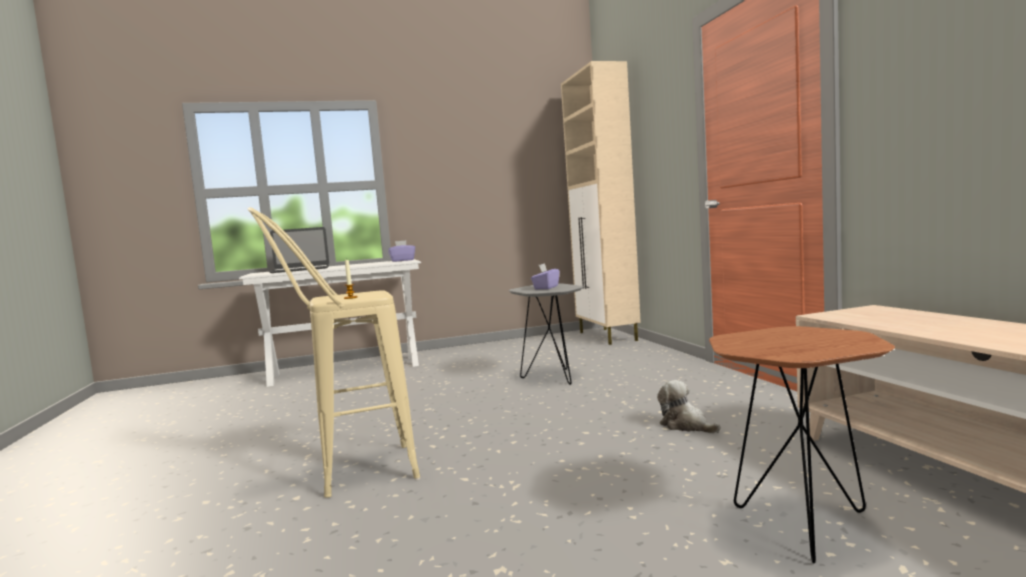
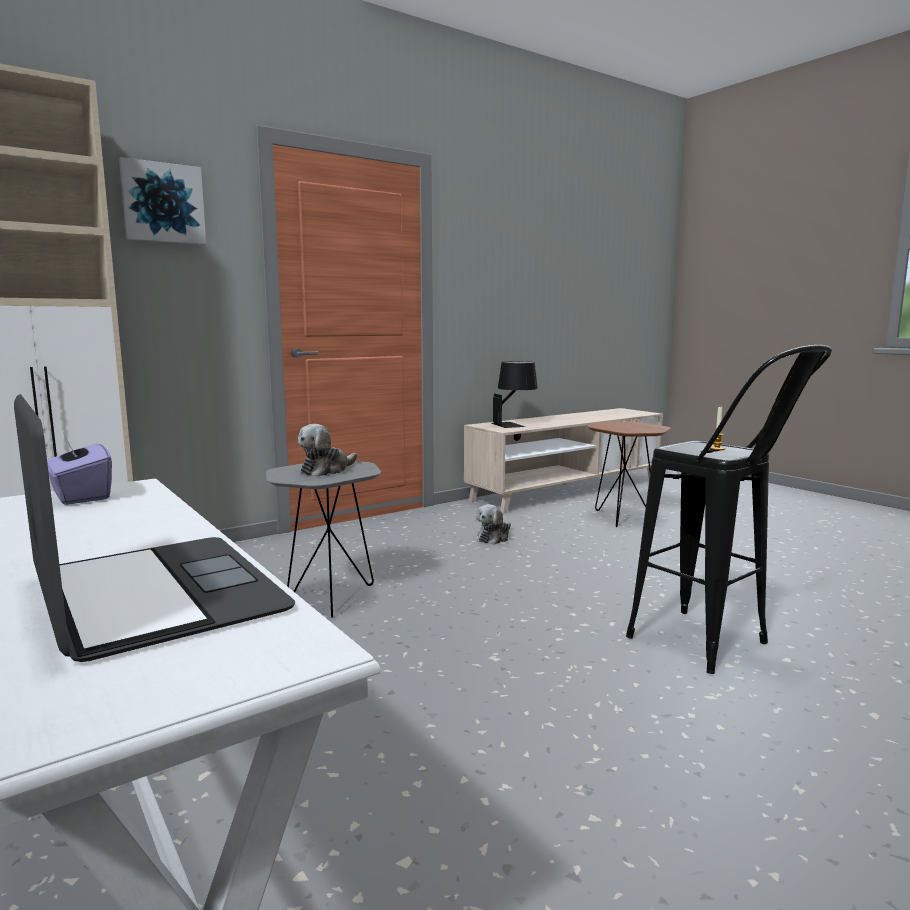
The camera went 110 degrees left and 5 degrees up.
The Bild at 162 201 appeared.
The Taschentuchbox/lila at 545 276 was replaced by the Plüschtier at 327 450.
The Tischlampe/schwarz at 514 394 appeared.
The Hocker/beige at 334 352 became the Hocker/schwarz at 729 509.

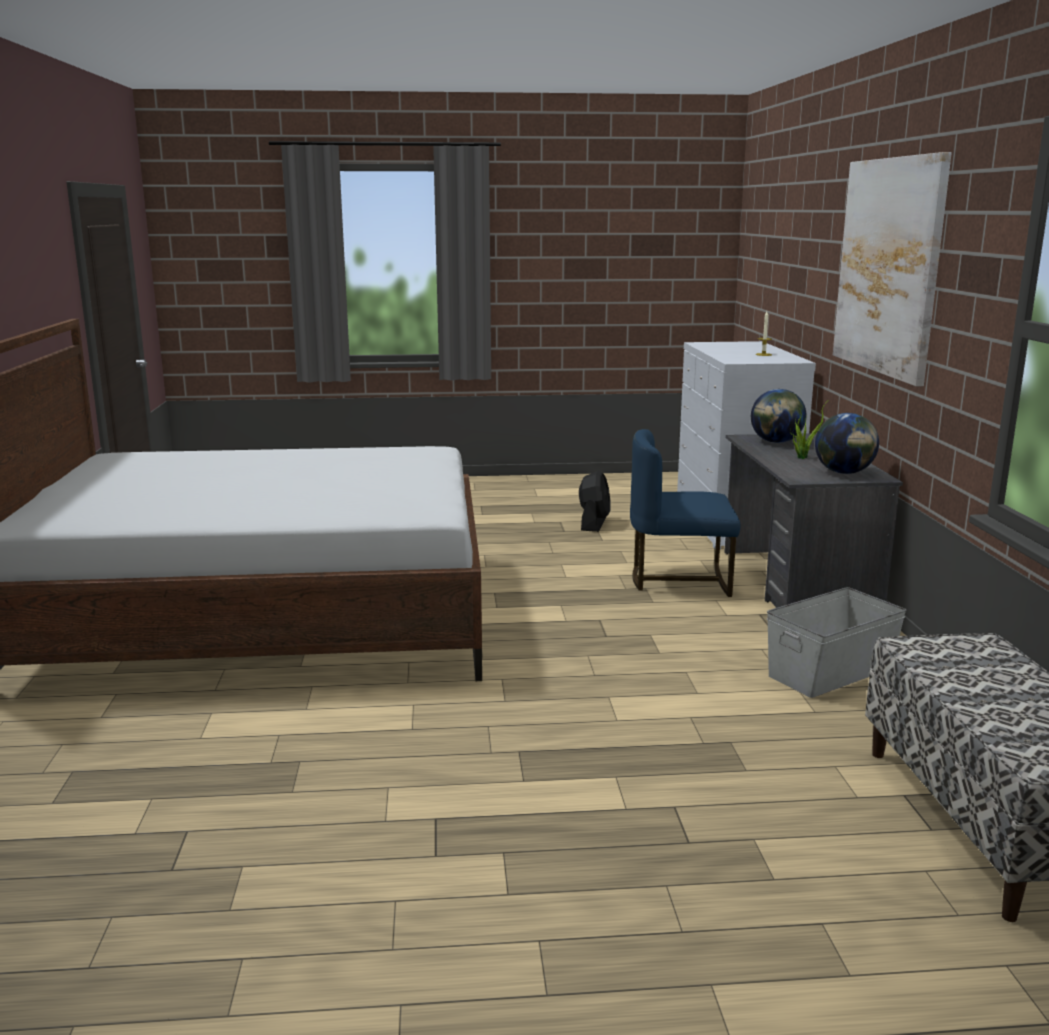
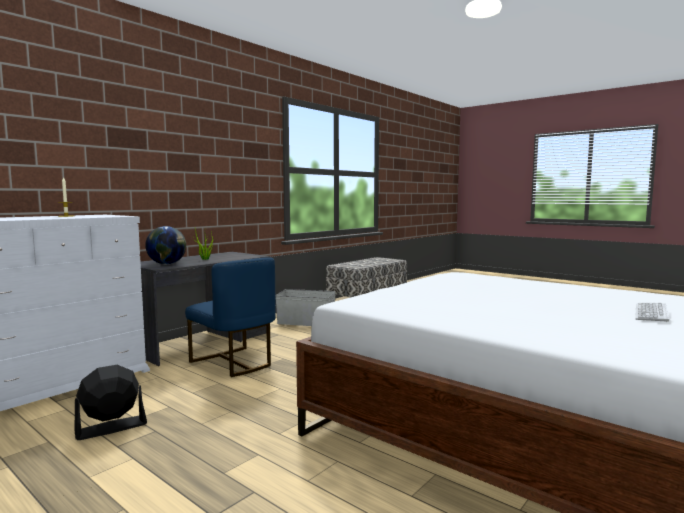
The camera went 135 degrees left and 10 degrees down.
The Tastatur at 652 312 appeared.
The Globus at 847 443 disappeared.
The Bild at 892 269 disappeared.

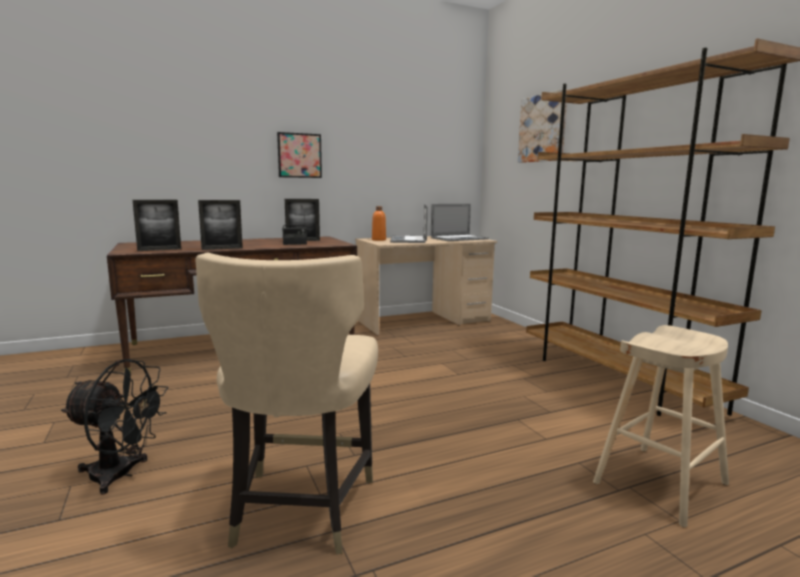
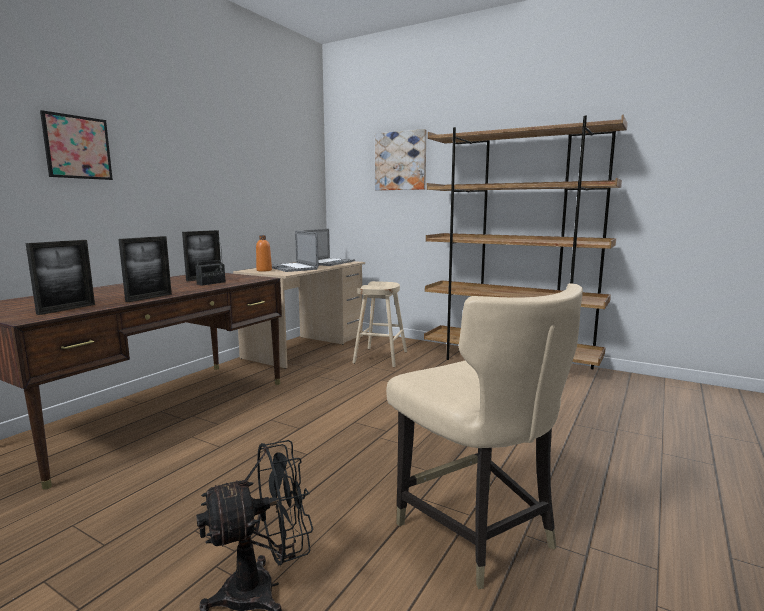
The camera went 35 degrees left and 0 degrees up.
The Bild moved from 299 155 to 76 145.
The Hocker/beige moved from 661 426 to 379 324.

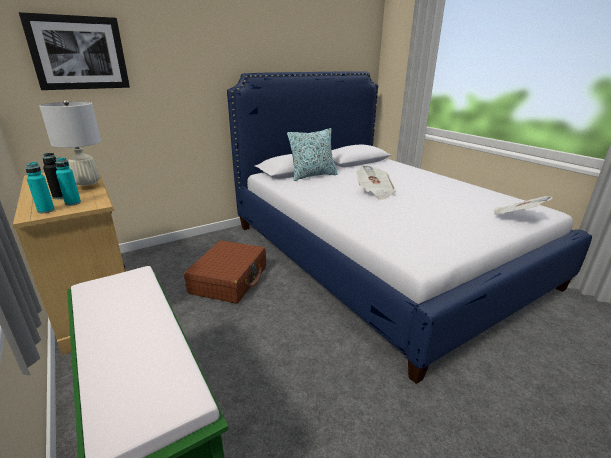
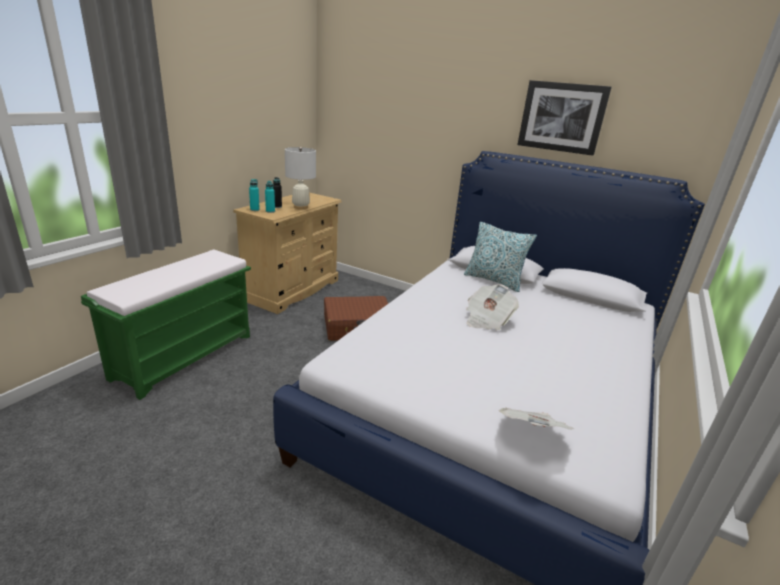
The camera went 60 degrees right and 0 degrees up.
The Bild moved from 74 51 to 564 118.

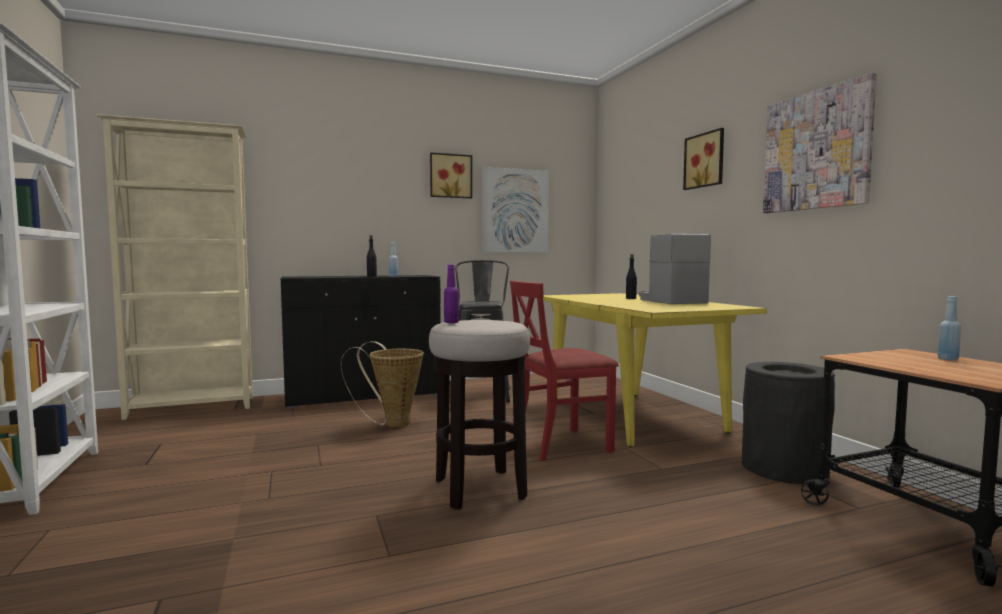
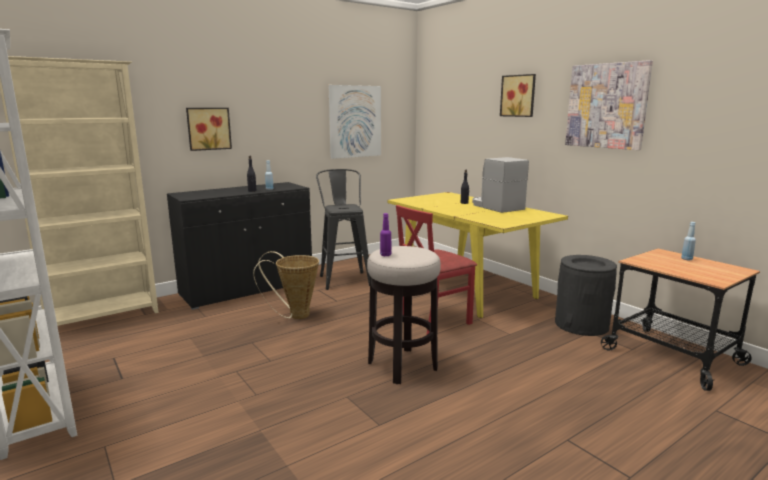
The camera went 15 degrees left and 10 degrees up.
The Bild moved from 451 175 to 209 129.

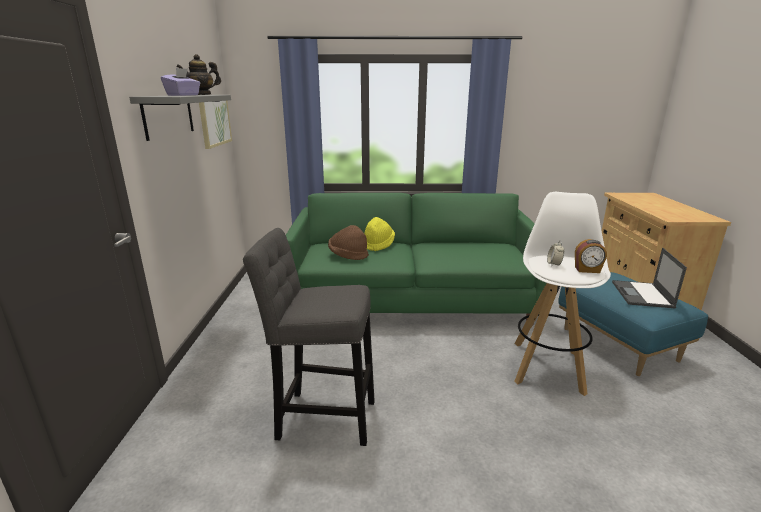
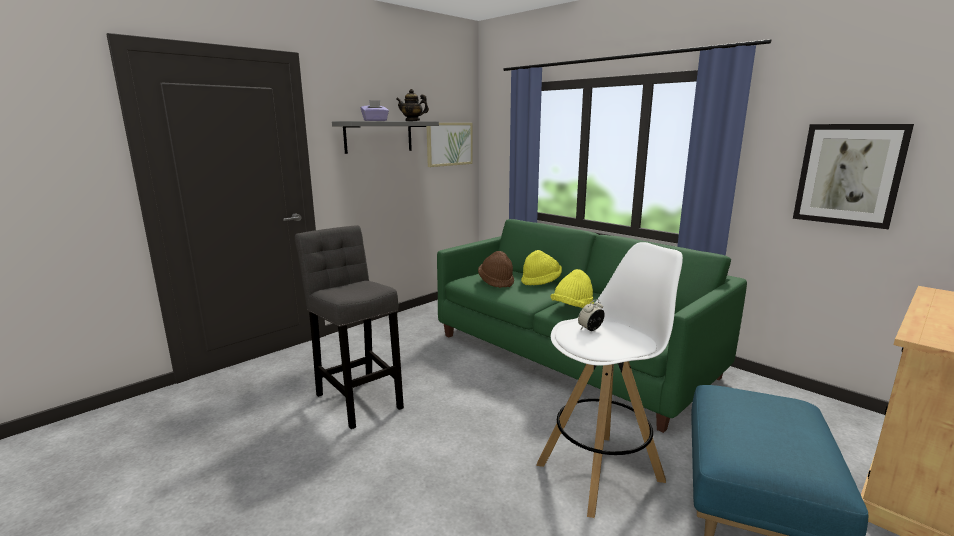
The camera went 45 degrees right and 5 degrees down.
The Hut/gelb at 572 288 appeared.
The Bild at 853 176 appeared.
The Wecker at 591 256 disappeared.
The Laptop at 649 278 disappeared.

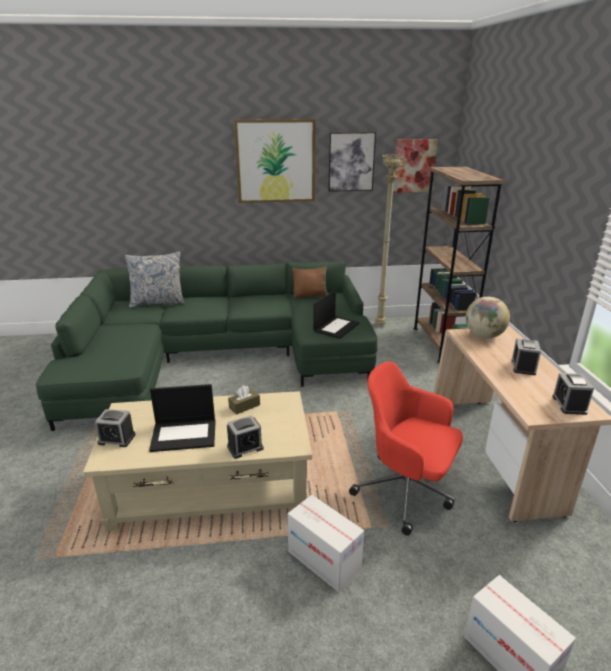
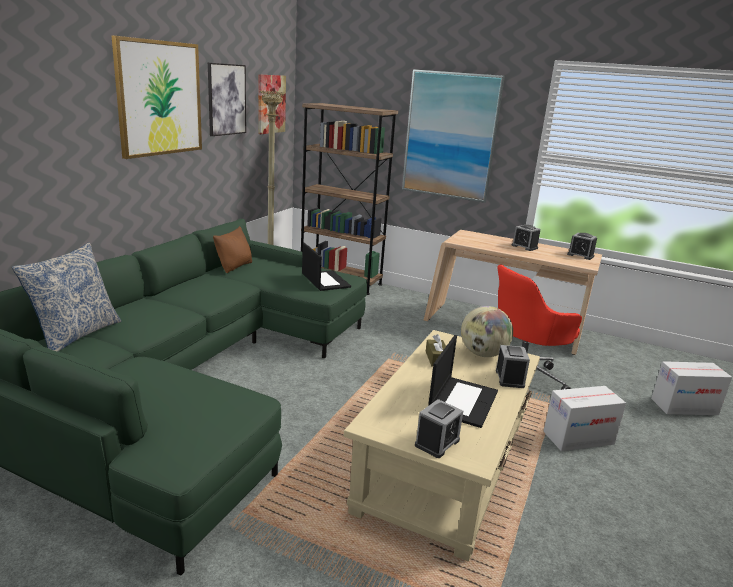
The camera went 60 degrees left and 5 degrees down.
The Bild at 453 136 appeared.
The Globus moved from 487 317 to 487 331.

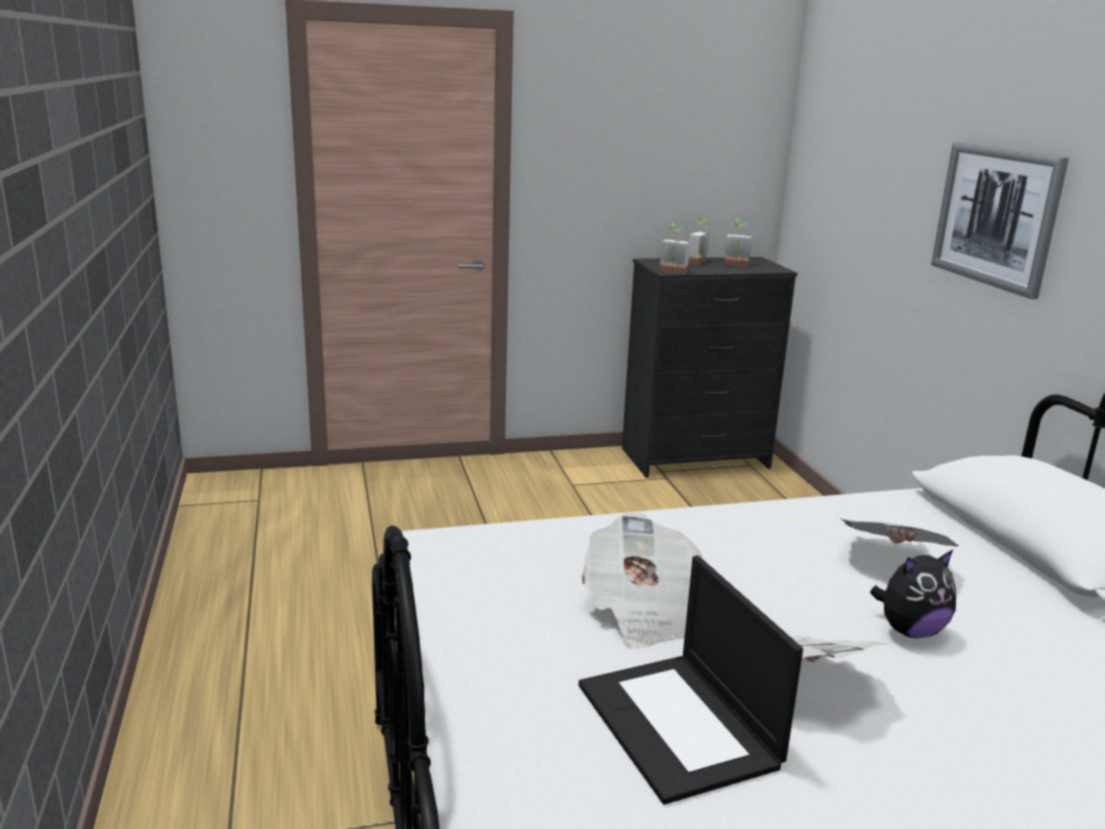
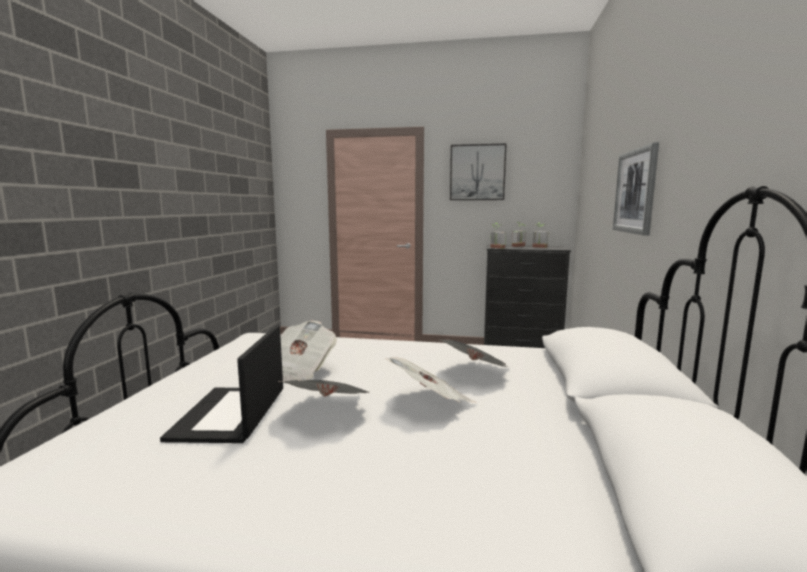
The camera went 25 degrees right and 10 degrees down.
The Plüschtier at 913 594 was replaced by the Zeitung at 431 380.
The Bild at 478 171 appeared.

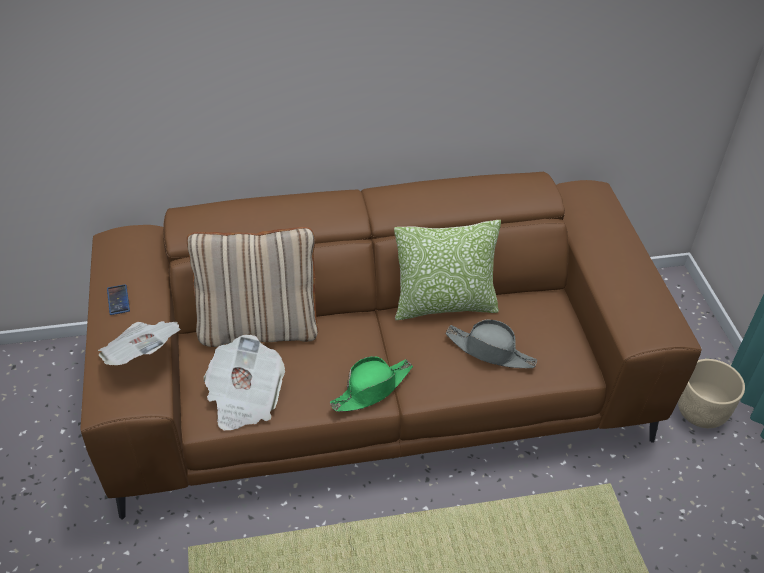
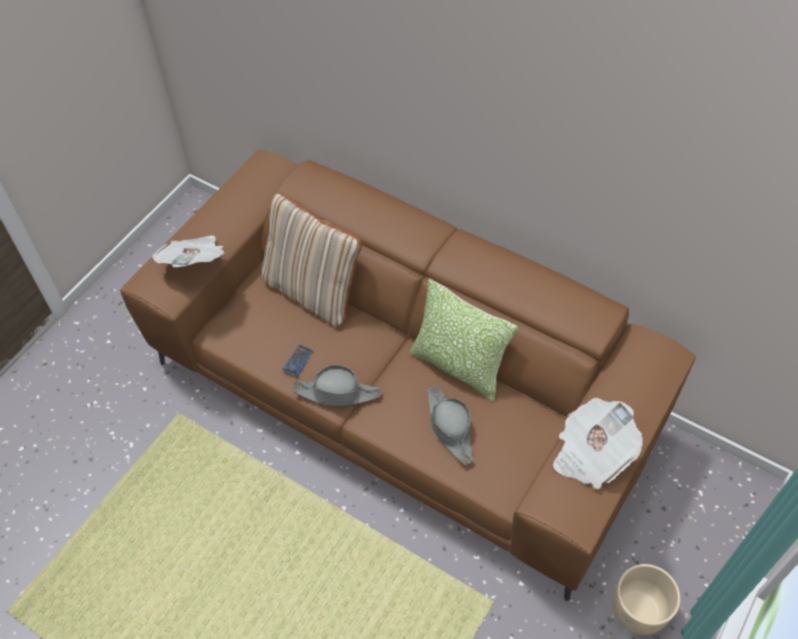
The camera went 45 degrees right and 10 degrees up.
The Handy moved from 118 299 to 297 360.
The Hut/grün at 371 384 became the Hut/grau at 337 385.
The Zeitung moved from 244 383 to 598 443.

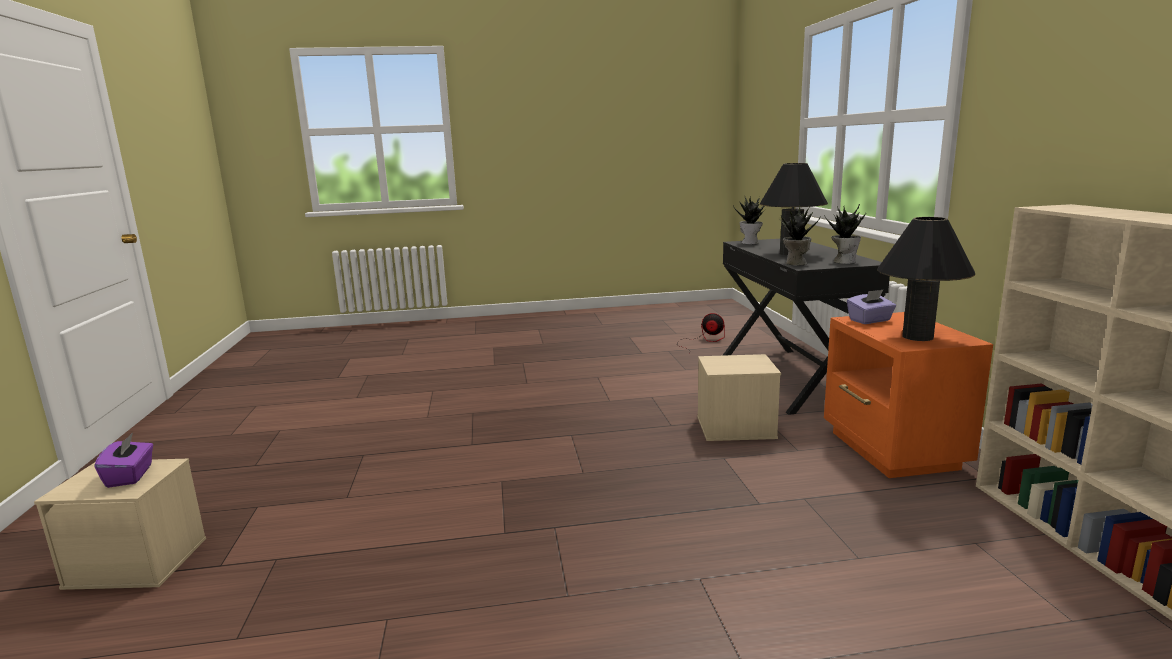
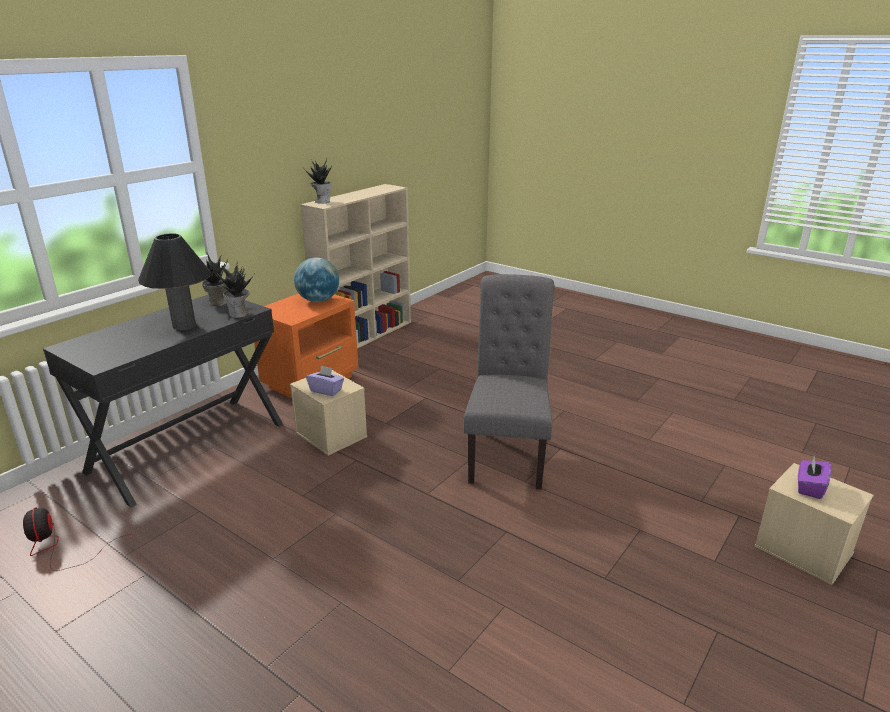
The camera went 135 degrees left and 10 degrees up.
The Tischlampe/schwarz at 926 279 was replaced by the Globus at 316 280.
The Topfpflanze moved from 749 220 to 317 181.
The Taschentuchbox/lila moved from 871 306 to 325 380.
The Stuhl/grau at 509 382 appeared.

